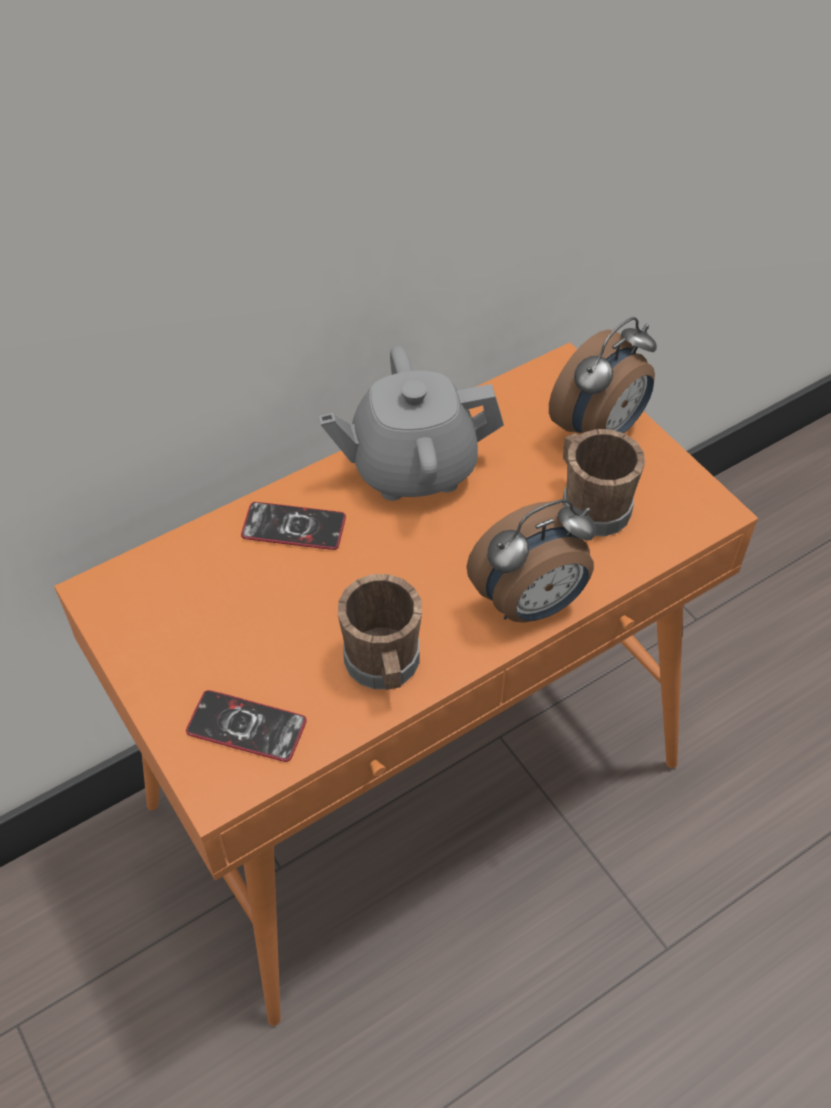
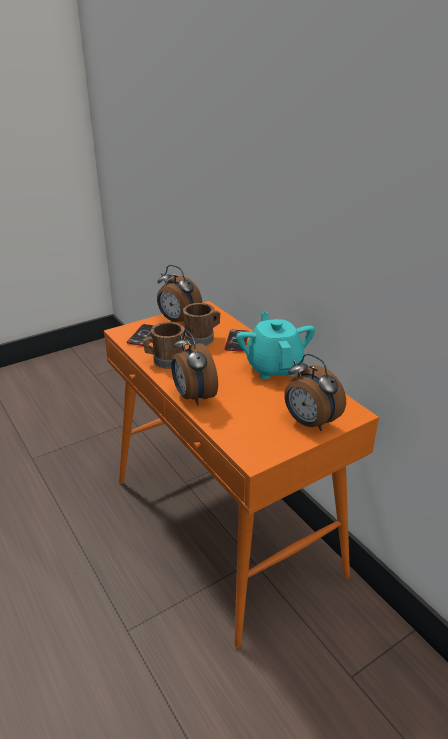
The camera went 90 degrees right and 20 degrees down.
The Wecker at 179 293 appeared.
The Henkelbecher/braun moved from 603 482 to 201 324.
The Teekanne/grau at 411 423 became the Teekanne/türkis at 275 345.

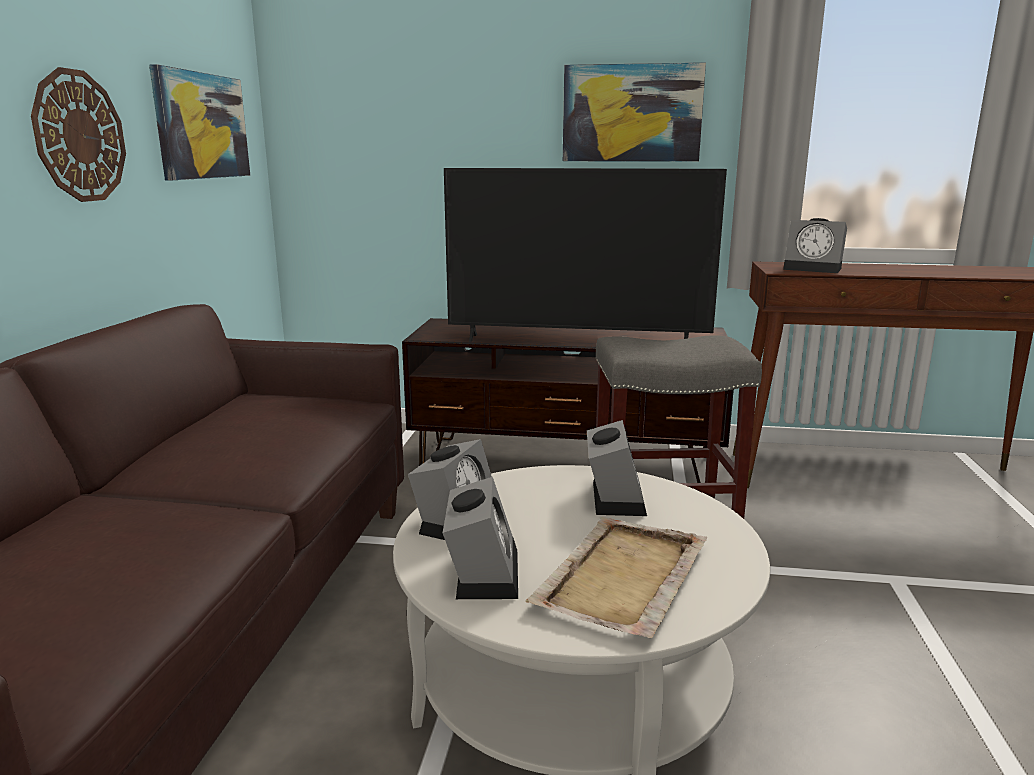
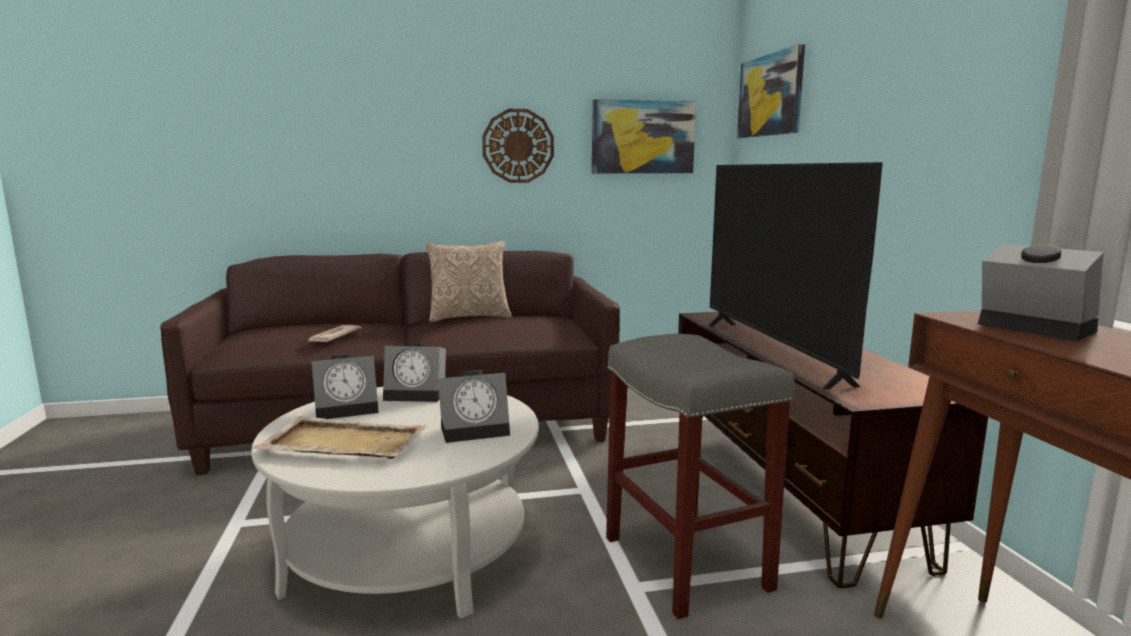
The camera went 70 degrees right and 5 degrees down.
The Zeitung at 333 334 appeared.
The Kissen at 469 281 appeared.
The Bild moved from 634 112 to 771 91.
The Wecker at 815 245 turned 135 degrees clockwise.

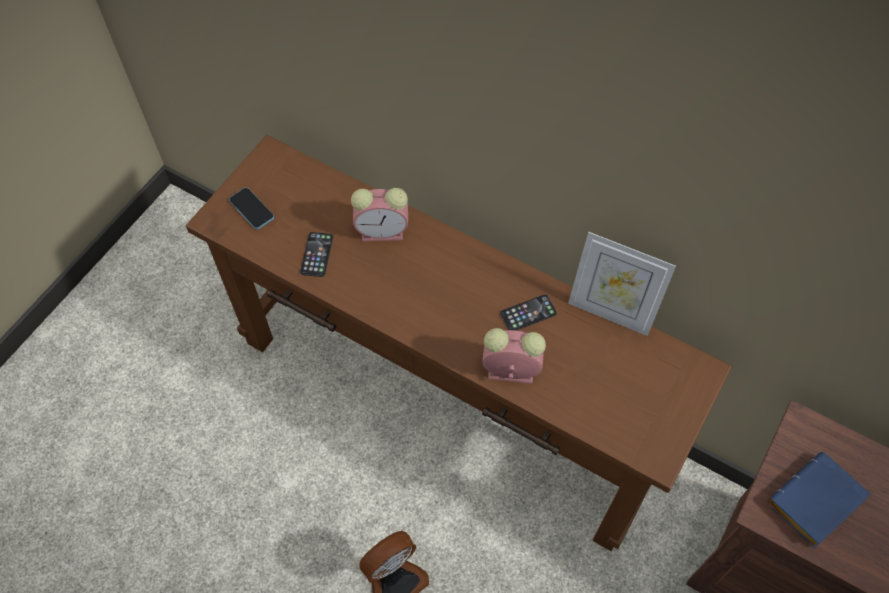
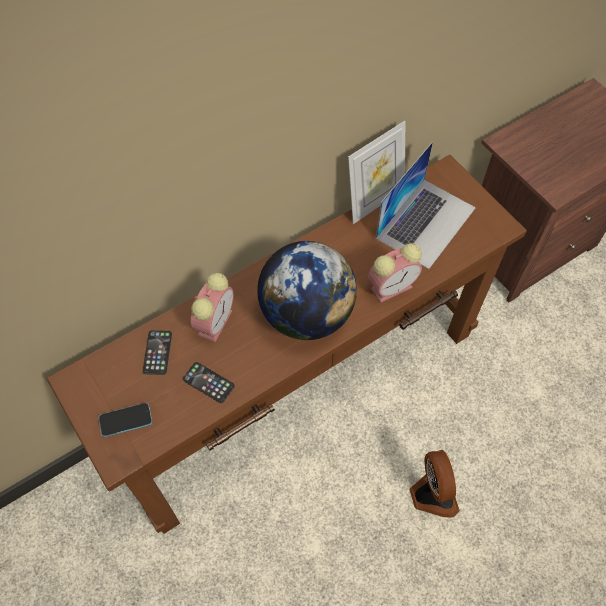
The camera went 65 degrees left and 0 degrees up.
The Handy moved from 528 312 to 157 352.
The Globus at 307 290 appeared.
The Wecker at 514 356 turned 150 degrees counterclockwise.
The Laptop at 426 205 appeared.
The Buch/blau at 819 500 disappeared.

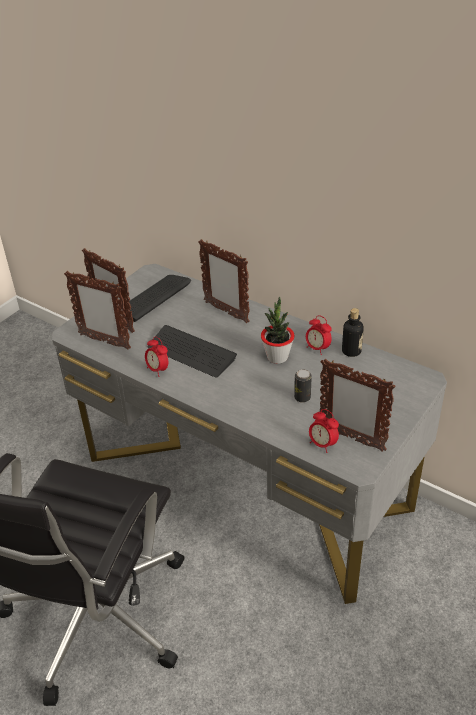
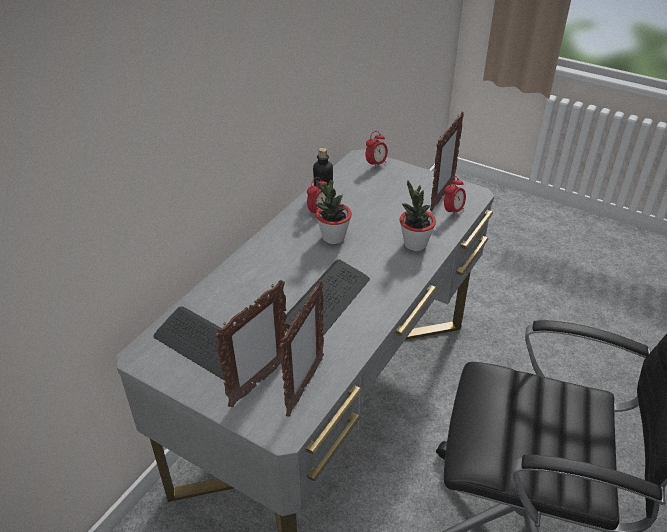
The camera went 95 degrees left and 0 degrees up.
The Wecker moved from 156 357 to 377 149.
The Topfpflanze at 418 215 appeared.
The Bilderrahmen at 224 281 disappeared.
The Dose at 303 386 disappeared.

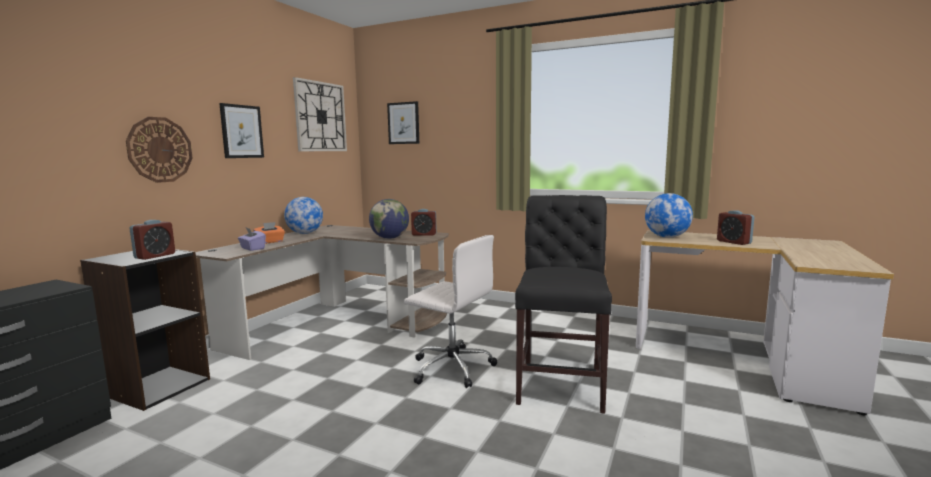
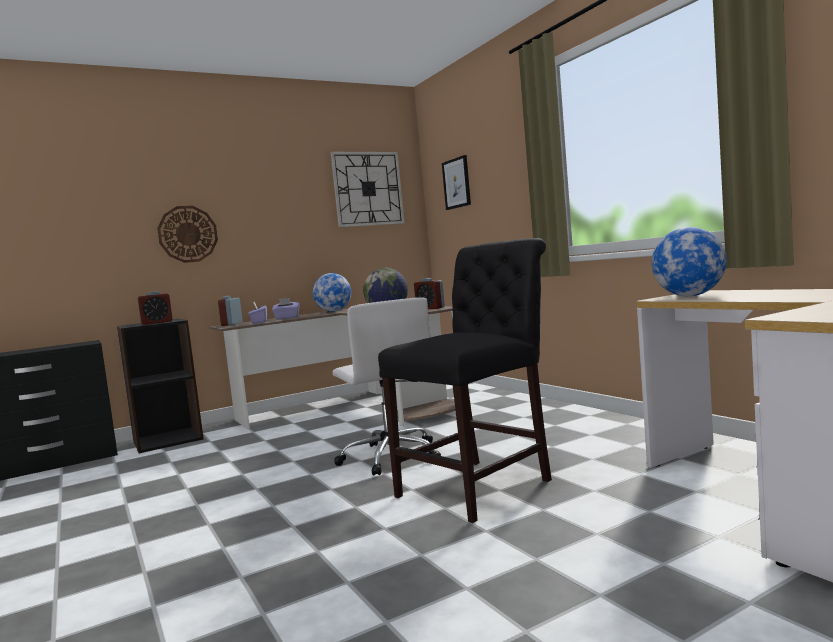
The camera went 35 degrees right and 5 degrees down.
The Wecker moved from 735 227 to 230 311.
The Taschentuchbox/orange at 269 233 became the Taschentuchbox/lila at 286 308.
The Bild at 241 130 disappeared.

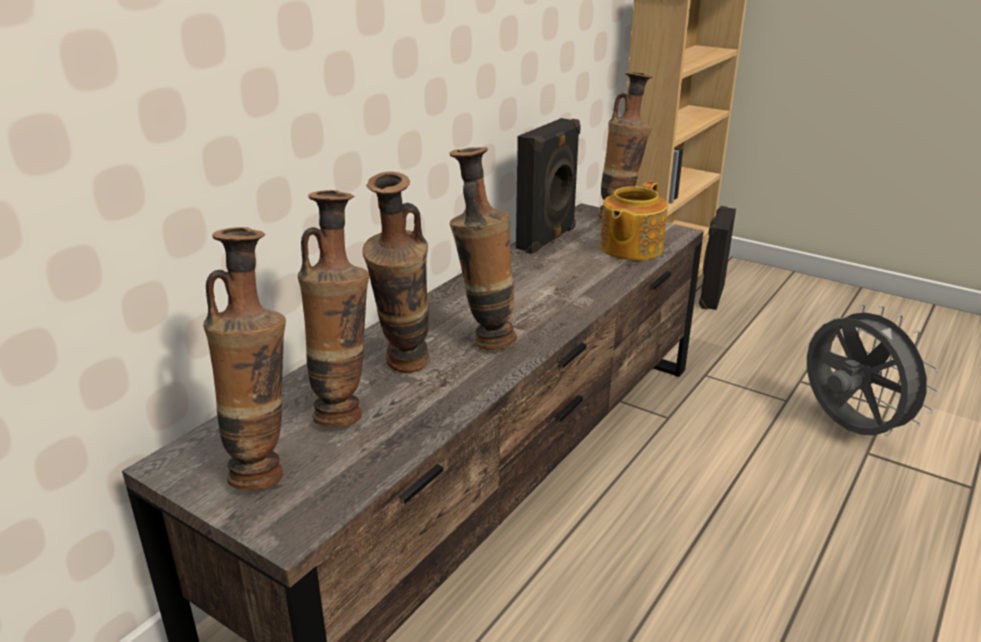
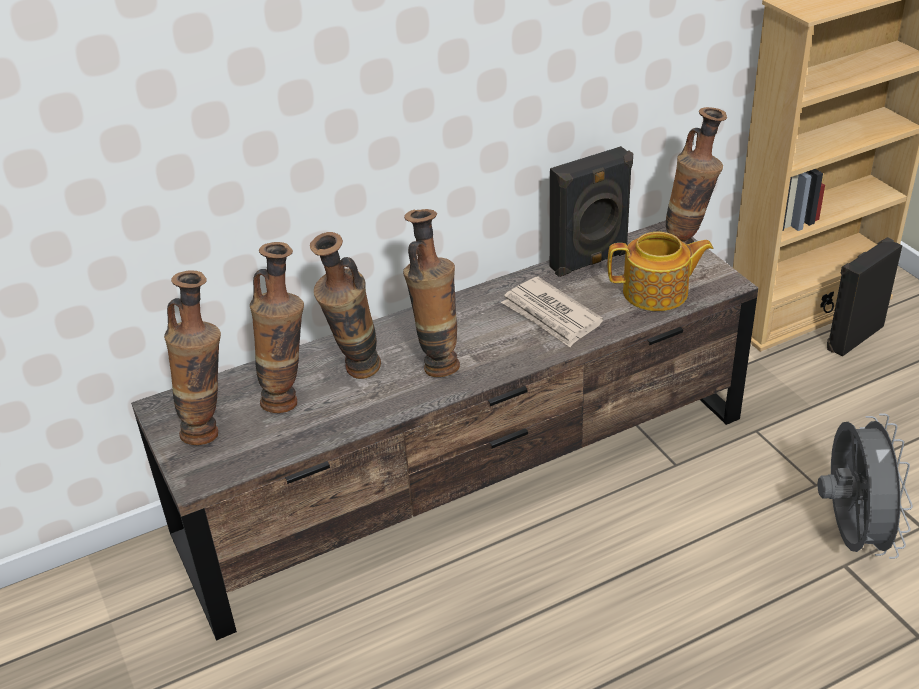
The camera went 30 degrees right and 10 degrees up.
The Zeitung at 552 311 appeared.
The Teekanne at 634 220 turned 150 degrees counterclockwise.

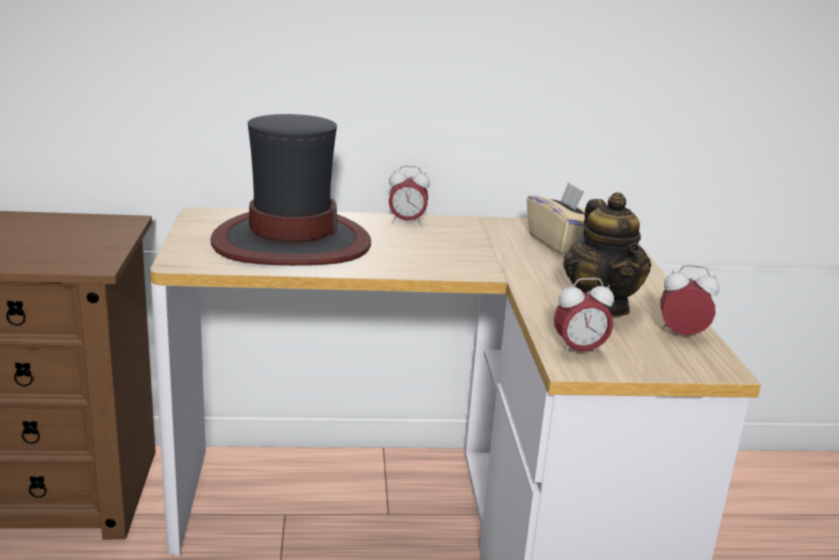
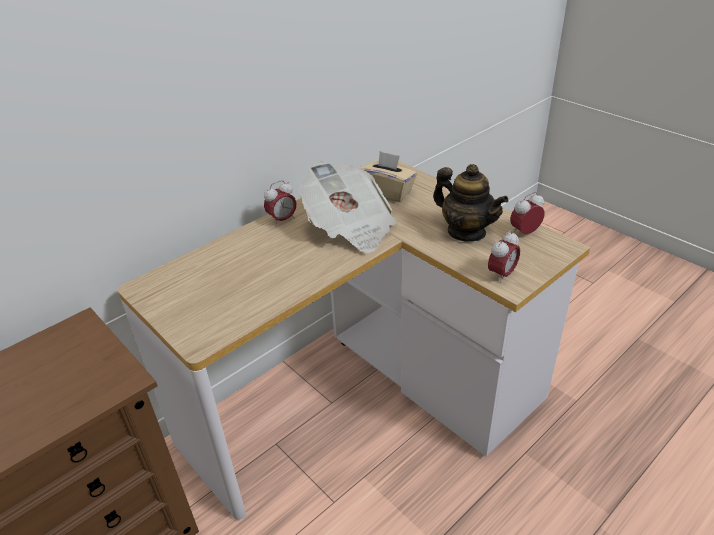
The camera went 35 degrees left and 15 degrees up.
The Zeitung at 347 207 appeared.
The Hut at 291 190 disappeared.

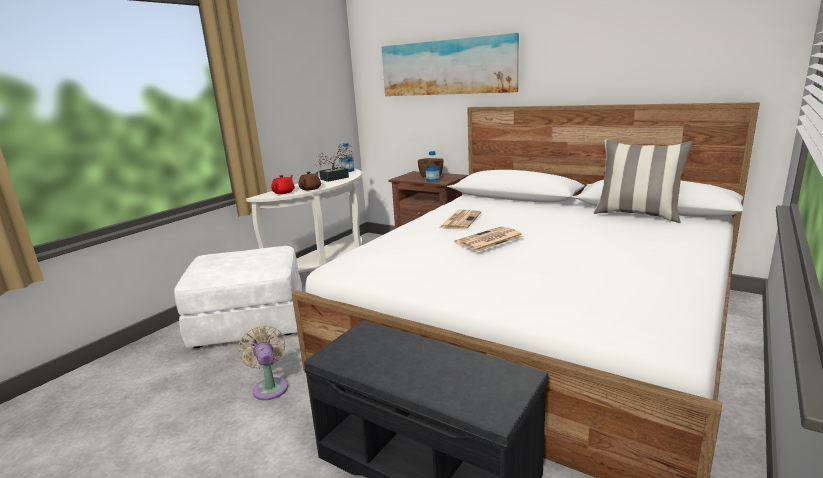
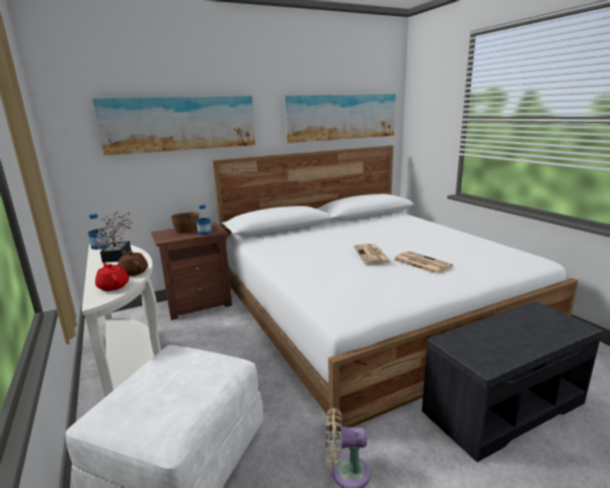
The camera went 60 degrees left and 0 degrees up.
The Bild at 340 118 appeared.
The Zeitung moved from 460 220 to 423 262.
The Kissen at 643 181 disappeared.

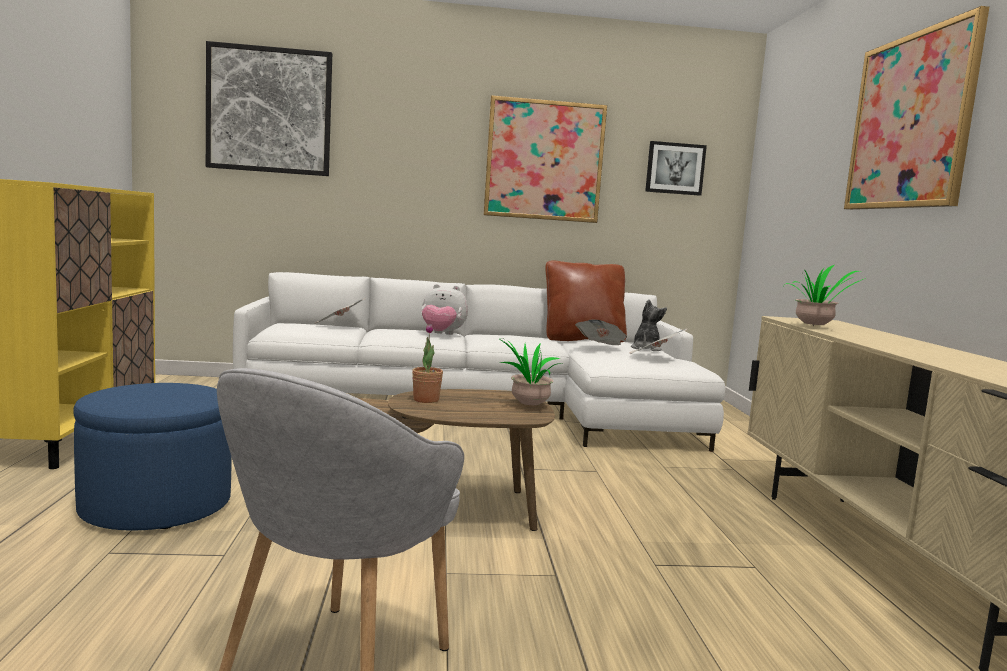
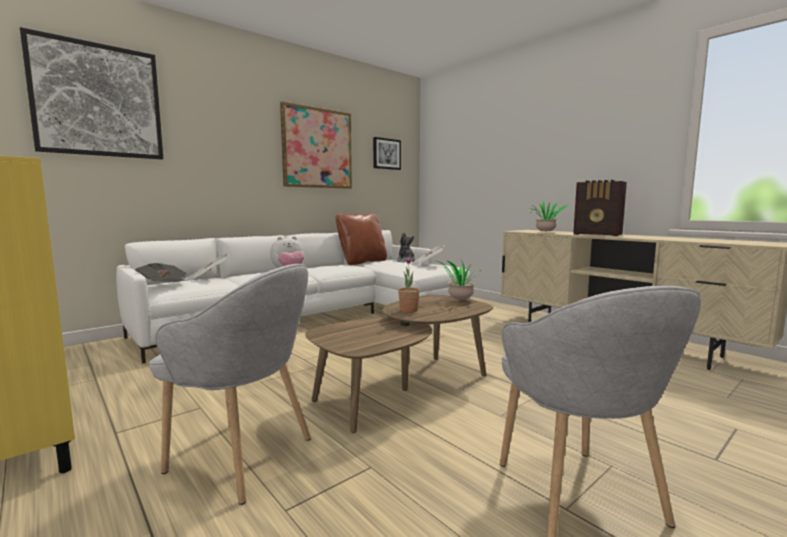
The camera went 35 degrees left and 0 degrees up.
The Zeitung moved from 601 332 to 160 272.
The Polsterhocker/blau at 152 456 was replaced by the Sessel/grau at 230 384.
The Radio at 600 208 appeared.
The Bild at 916 108 disappeared.

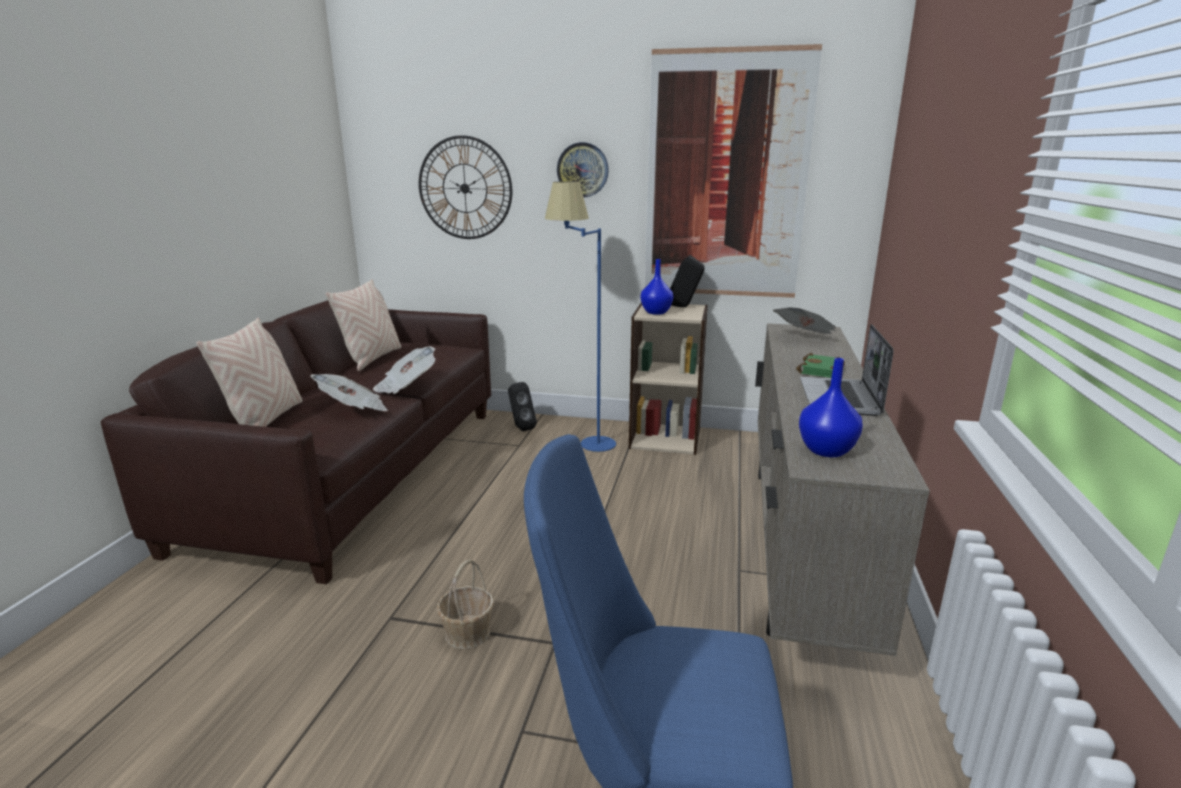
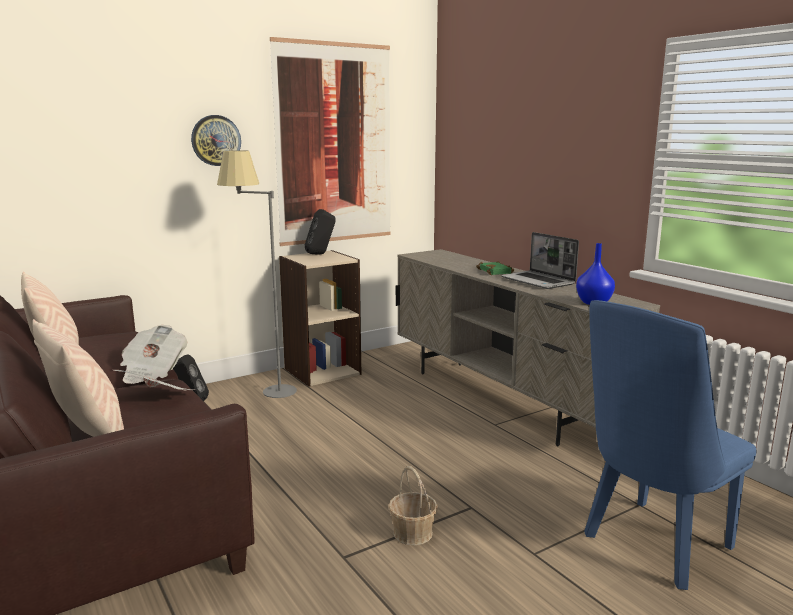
The camera went 45 degrees left and 5 degrees down.
The Stehlampe/blau at 580 317 became the Stehlampe/grau at 257 274.
The Wanduhr at 465 187 disappeared.
The Vase/blau at 656 287 disappeared.
The Zeitung at 804 321 disappeared.

